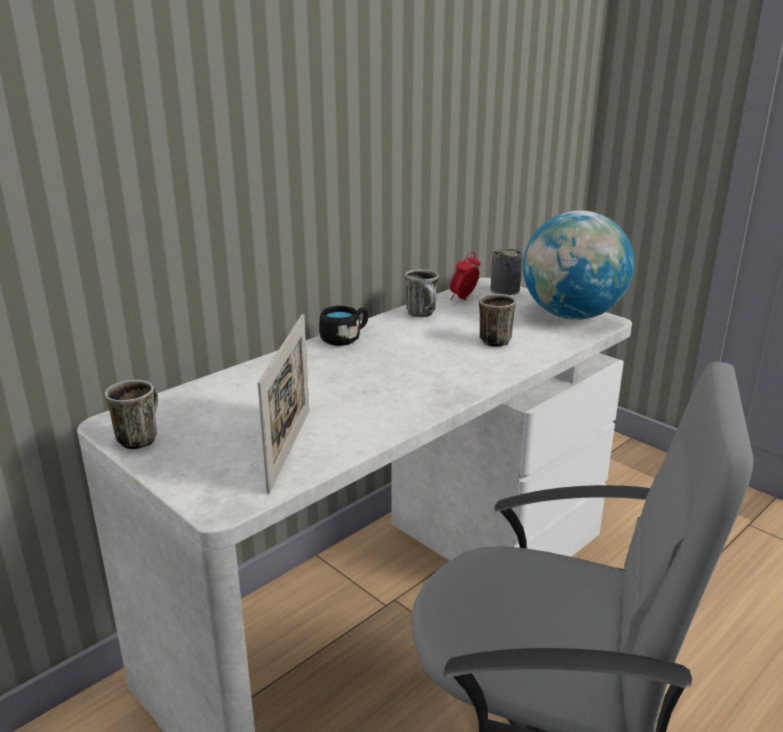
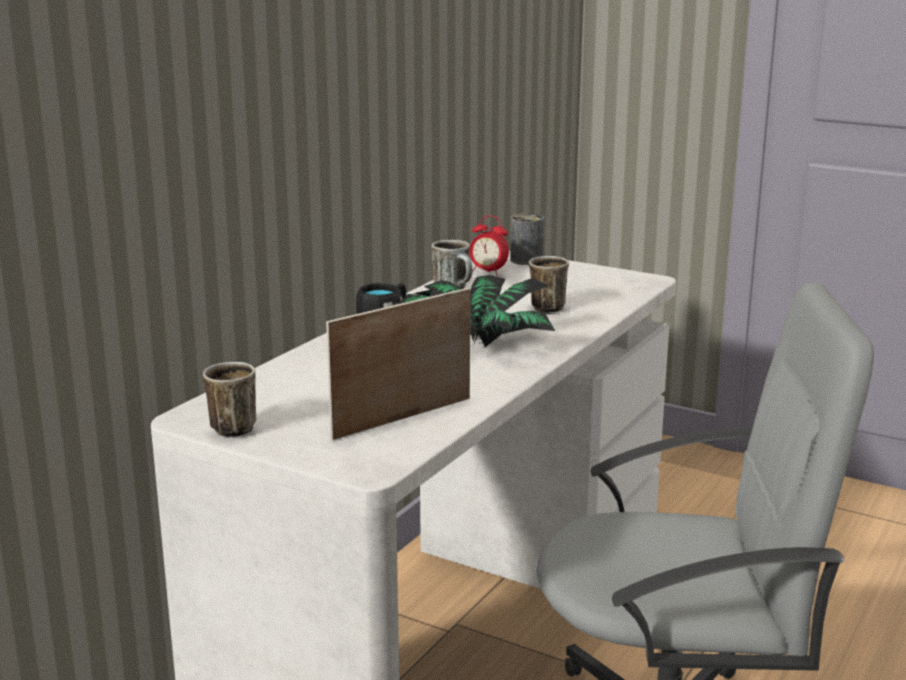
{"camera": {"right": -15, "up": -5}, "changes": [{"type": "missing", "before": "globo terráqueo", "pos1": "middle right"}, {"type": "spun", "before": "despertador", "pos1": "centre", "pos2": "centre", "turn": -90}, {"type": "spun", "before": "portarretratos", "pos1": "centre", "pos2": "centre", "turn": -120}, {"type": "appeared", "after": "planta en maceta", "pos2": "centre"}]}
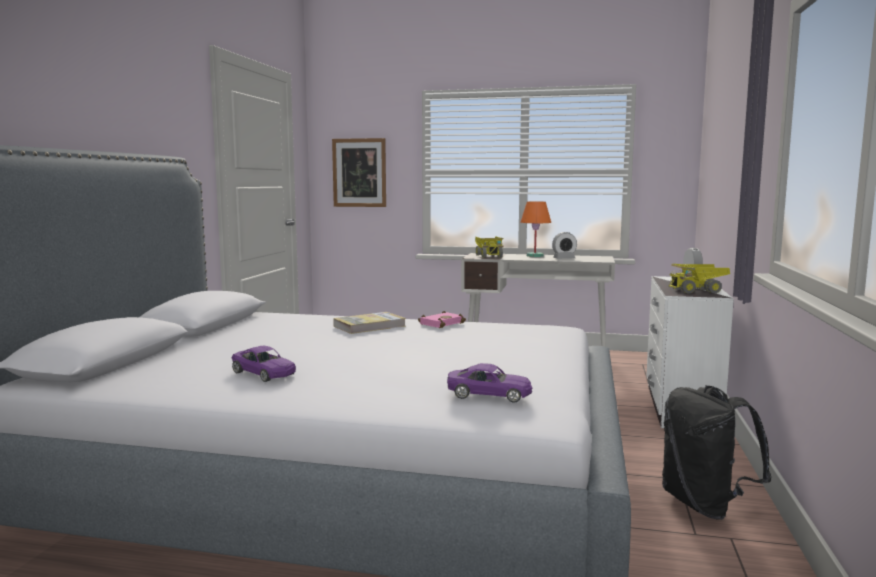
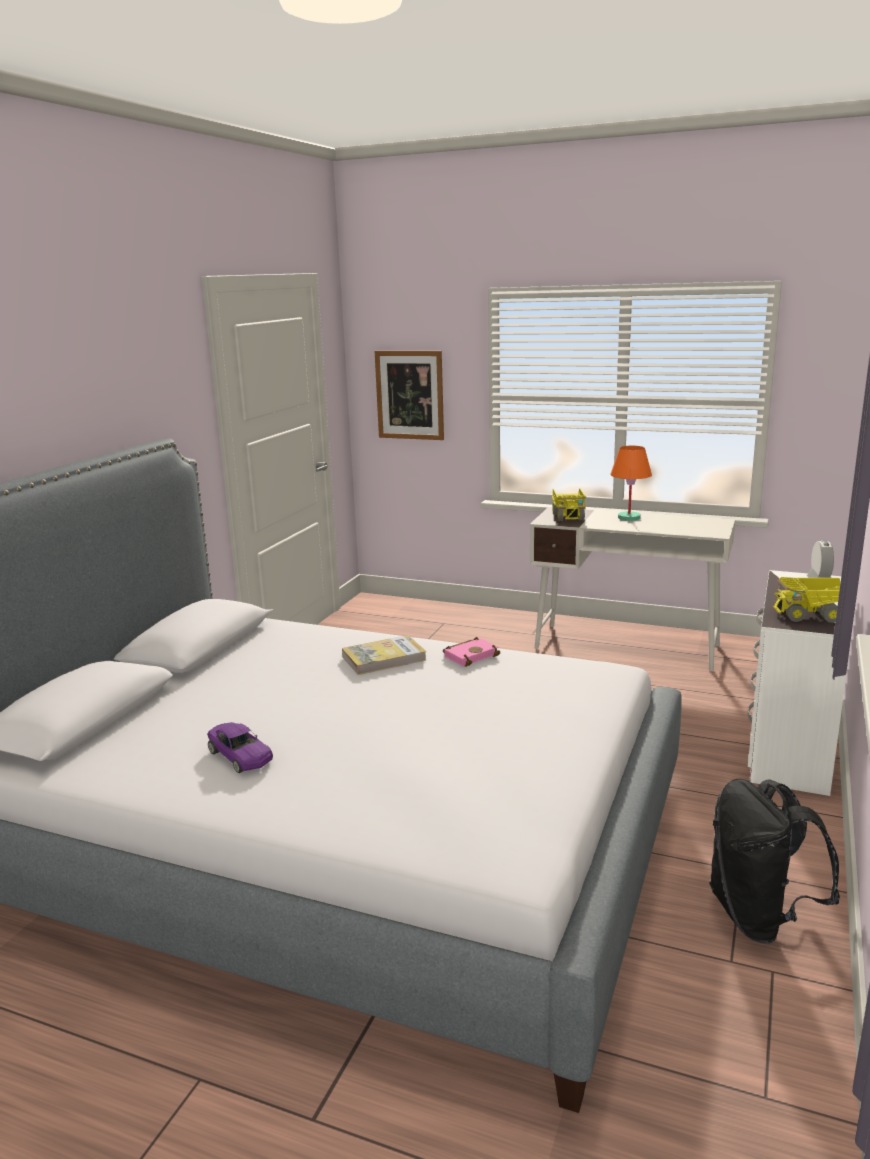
{"camera": {"right": 10, "up": 10}, "changes": [{"type": "missing", "before": "despertador (no. 1 from left)", "pos1": "centre"}, {"type": "missing", "before": "coche de juguete [morado] (no. 2 from left)", "pos1": "centre"}]}
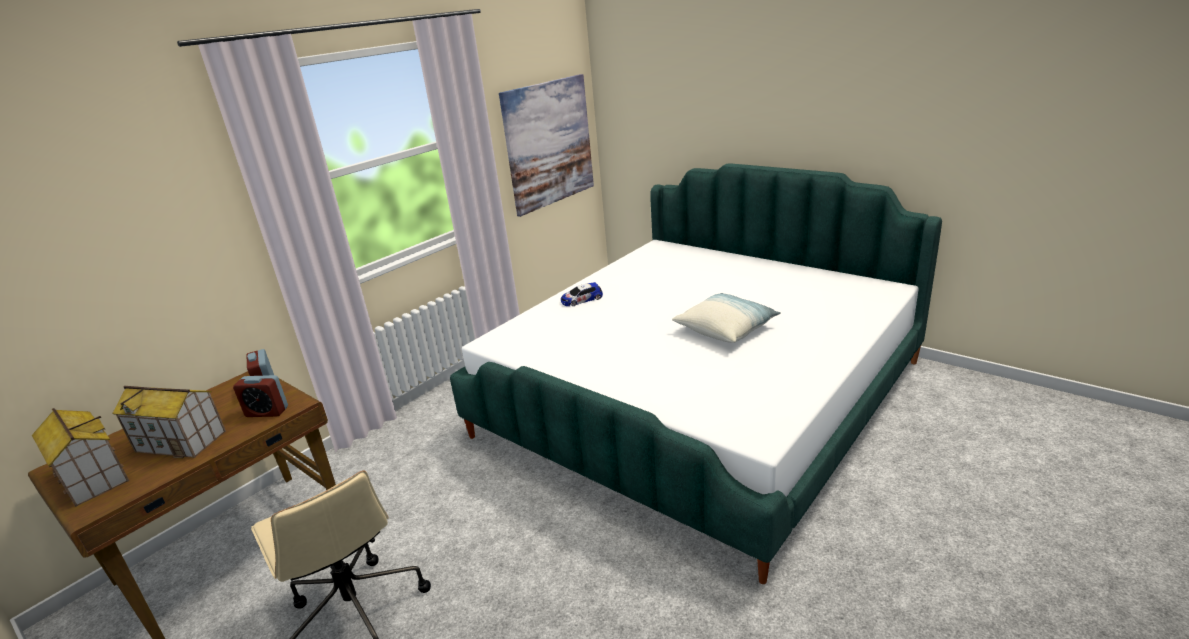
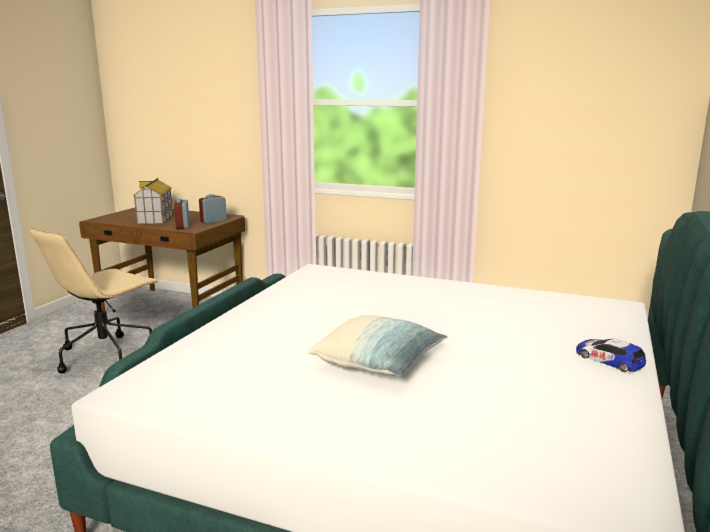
{"camera": {"right": 70, "up": -10}, "changes": [{"type": "missing", "before": "cuadro", "pos1": "top centre"}, {"type": "relocated", "before": "coche de juguete", "pos1": "centre", "pos2": "bottom right"}, {"type": "missing", "before": "casita (no. 1 from left)", "pos1": "bottom left"}]}
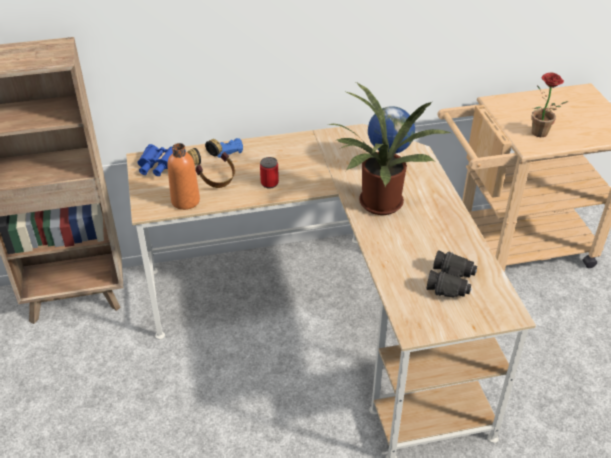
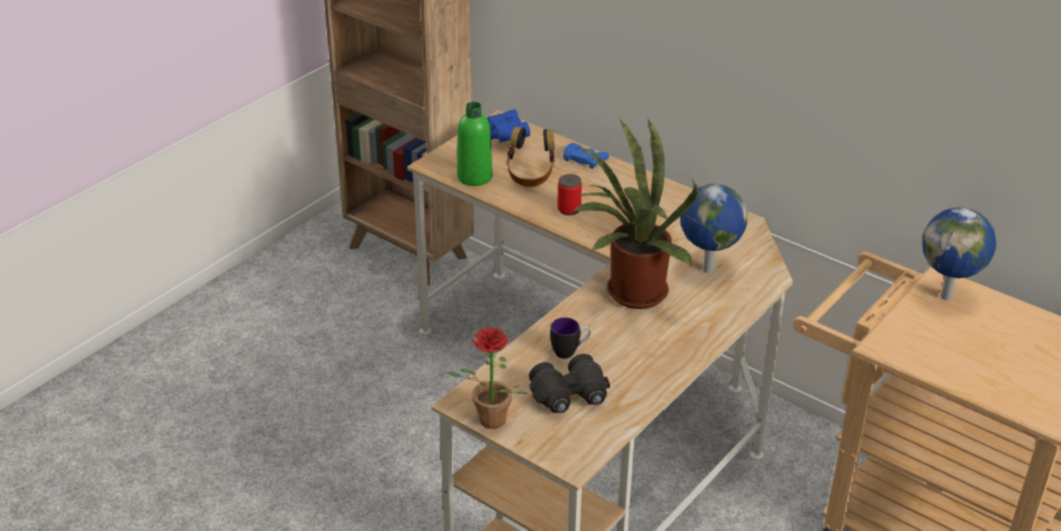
{"camera": {"right": 50, "up": -5}, "changes": [{"type": "relocated", "before": "planta en maceta (no. 2 from left in the first image)", "after": "planta en maceta (no. 1 from left)", "pos1": "top right", "pos2": "bottom centre"}, {"type": "colour", "before": "botella [naranja]", "after": "botella [verde]", "pos1": "middle left", "pos2": "top centre"}, {"type": "appeared", "after": "globo terráqueo (no. 2 from left)", "pos2": "middle right"}, {"type": "appeared", "after": "taza grande", "pos2": "centre"}]}
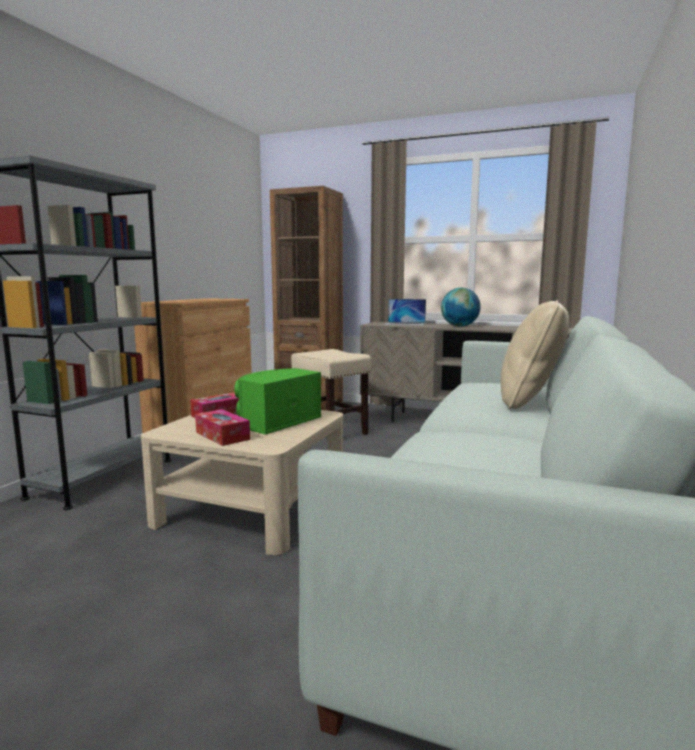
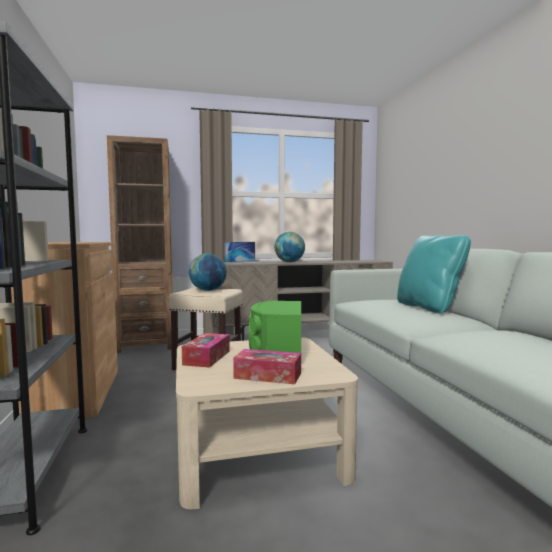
{"camera": {"right": -35, "up": -5}, "changes": [{"type": "colour", "before": "cojín [beis]", "after": "cojín [turquesa]", "pos1": "middle right", "pos2": "middle right"}, {"type": "appeared", "after": "globo terráqueo (no. 1 from left)", "pos2": "centre"}]}
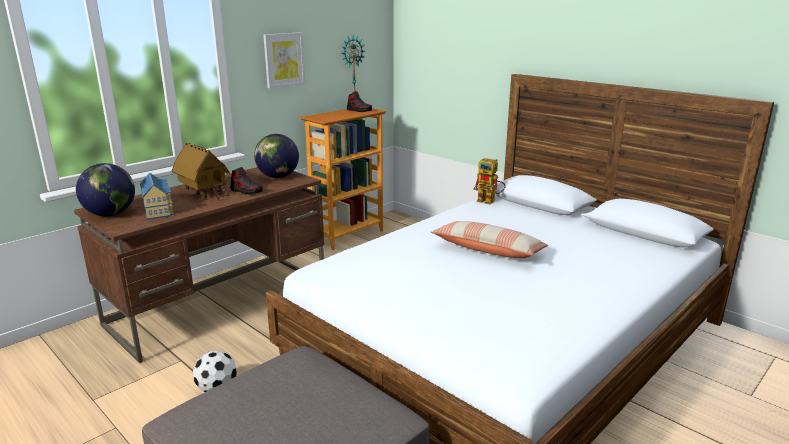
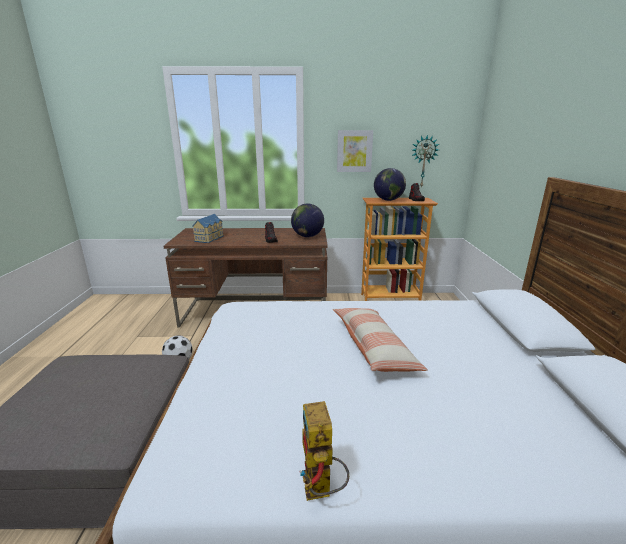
{"camera": {"right": 45, "up": 0}, "changes": [{"type": "missing", "before": "casita (no. 2 from left)", "pos1": "middle left"}, {"type": "relocated", "before": "robot de juguete", "pos1": "centre", "pos2": "bottom centre"}, {"type": "relocated", "before": "globo terráqueo (no. 1 from left in the first image)", "after": "globo terráqueo (no. 2 from left)", "pos1": "middle left", "pos2": "centre"}]}
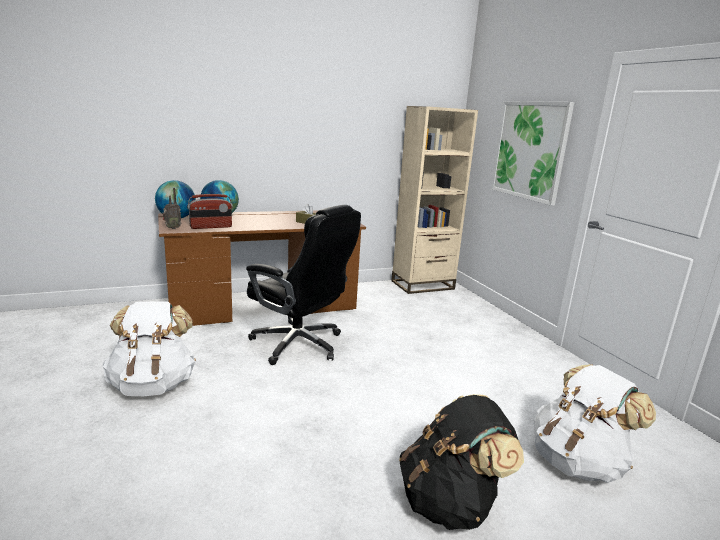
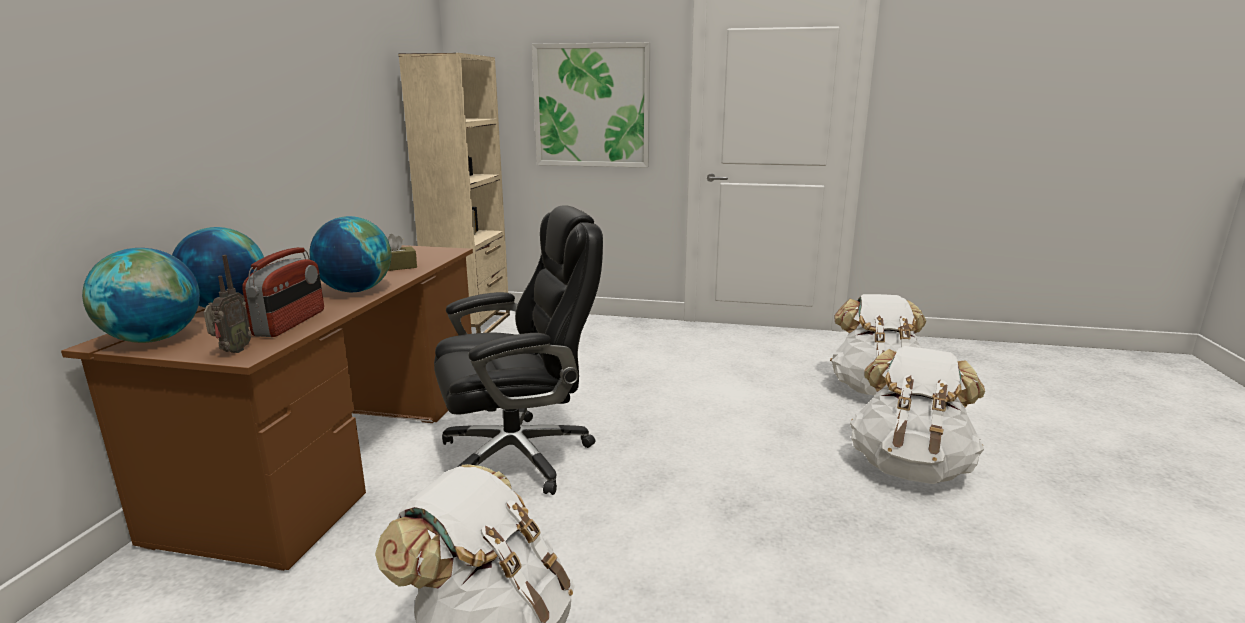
{"camera": {"right": -55, "up": 0}, "changes": [{"type": "colour", "before": "mochila [negro]", "after": "mochila [blanco] (no. 3 from left)", "pos1": "bottom centre", "pos2": "middle right"}, {"type": "appeared", "after": "globo terráqueo (no. 3 from left)", "pos2": "middle left"}]}
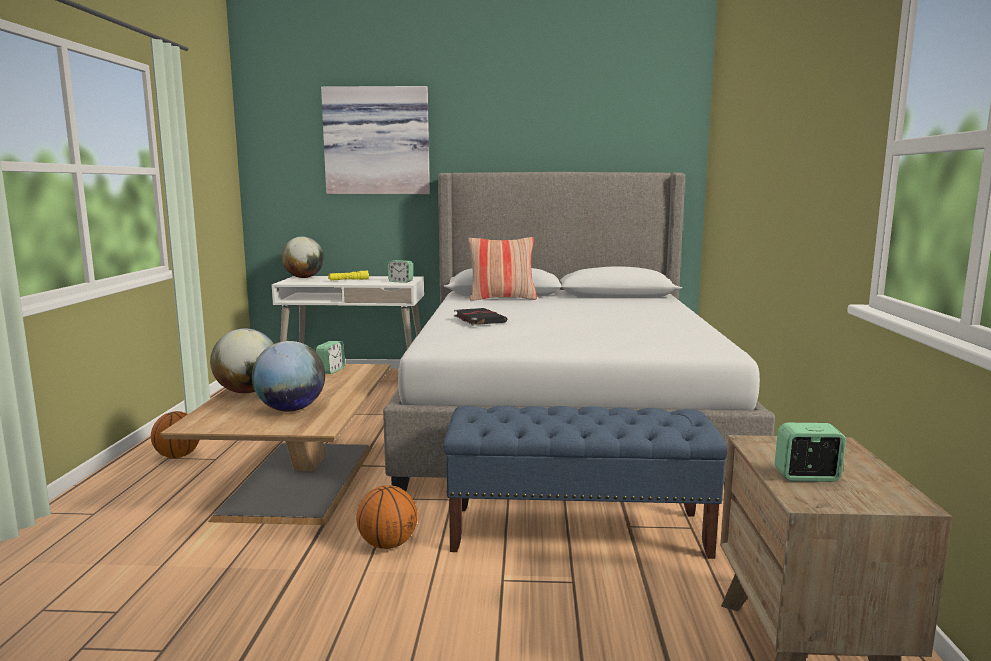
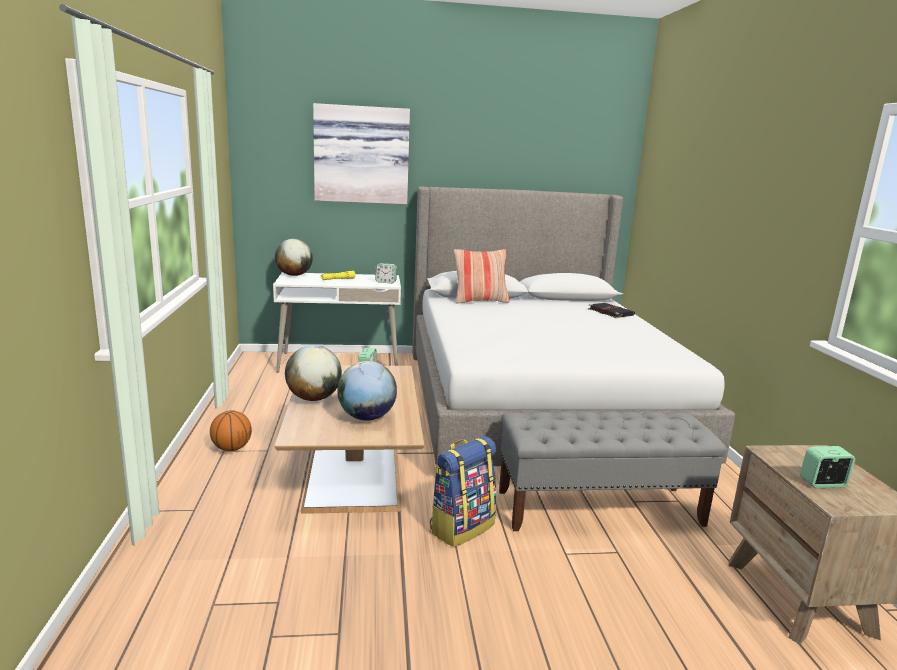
{"camera": {"right": -10, "up": 5}, "changes": [{"type": "relocated", "before": "libro [negro]", "pos1": "centre", "pos2": "middle right"}, {"type": "colour", "before": "banco [azul]", "after": "banco [gris]", "pos1": "bottom centre", "pos2": "bottom right"}, {"type": "exchanged", "before": "balón de baloncesto (no. 2 from left)", "after": "mochila", "pos1": "bottom centre", "pos2": "bottom centre"}]}
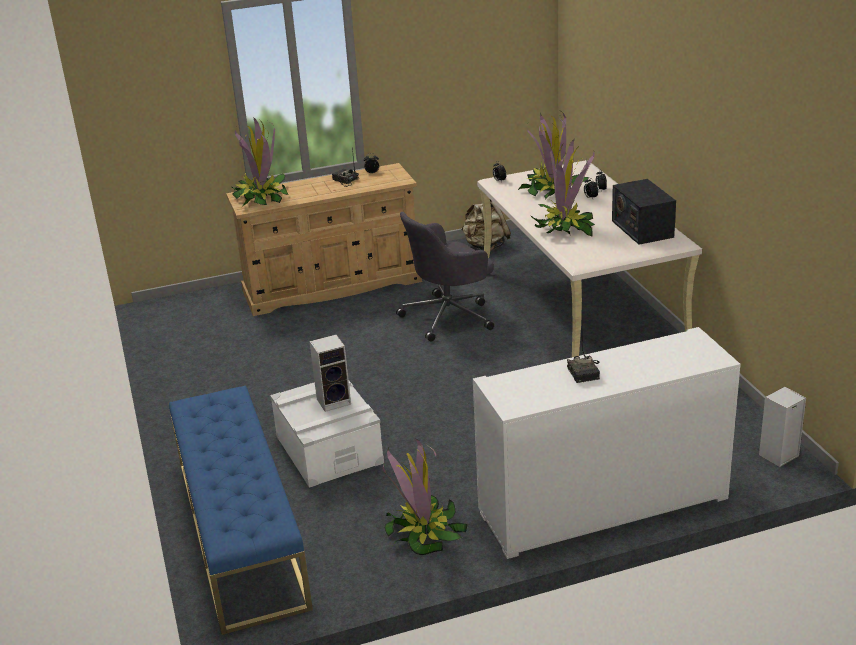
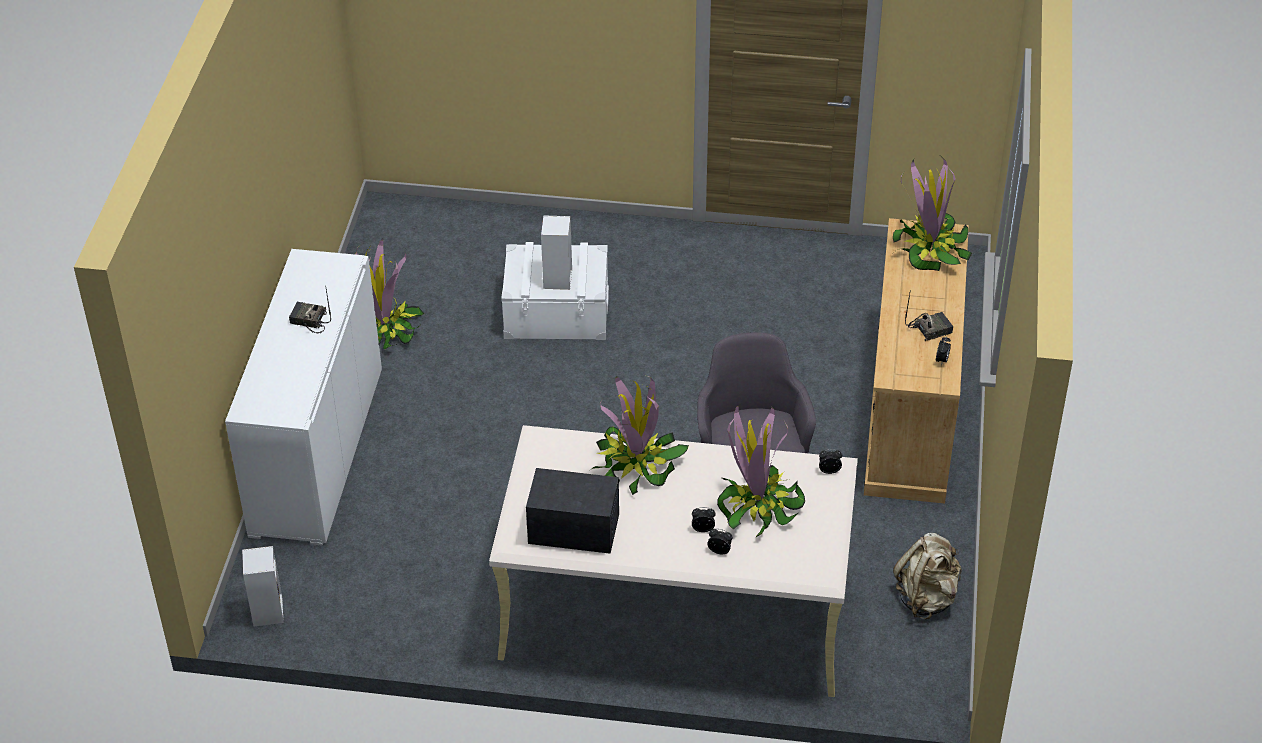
{"camera": {"right": 115, "up": 15}, "changes": [{"type": "missing", "before": "banco [azul]", "pos1": "bottom left"}]}
